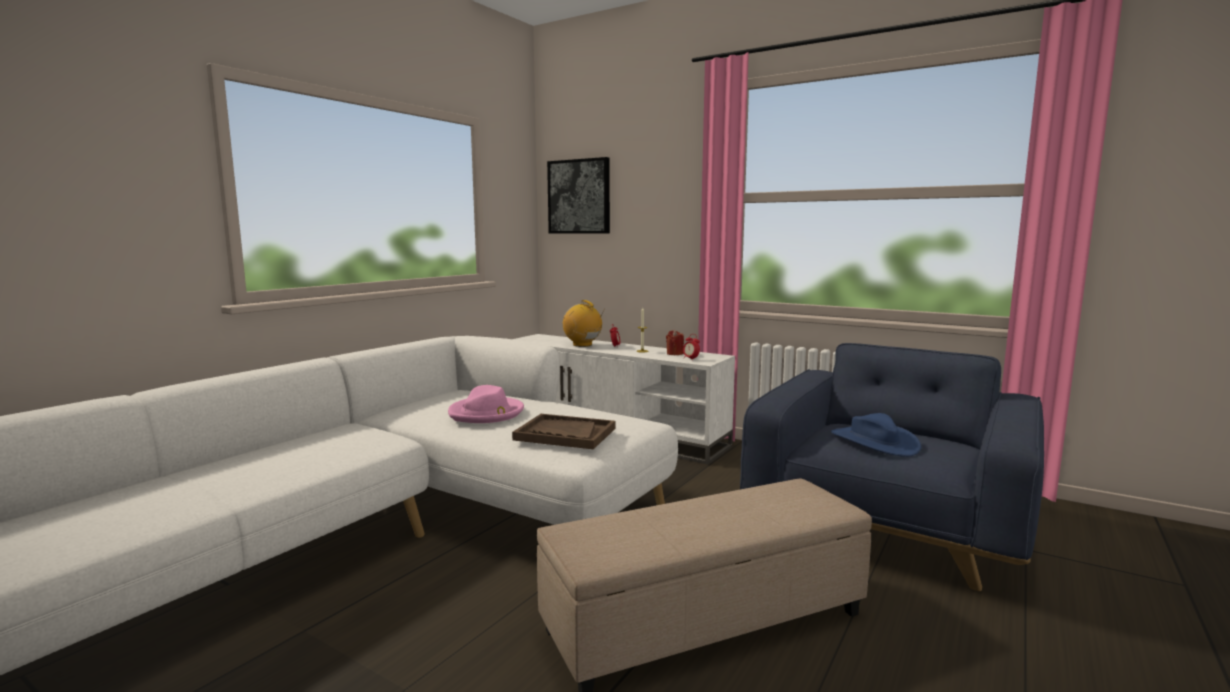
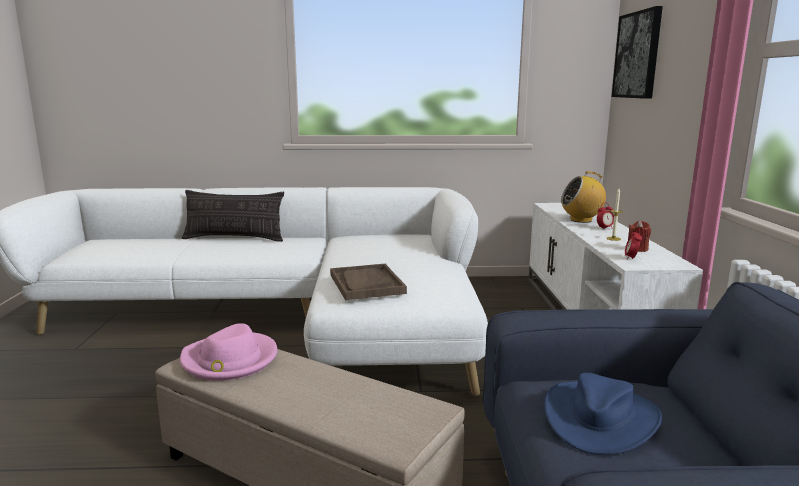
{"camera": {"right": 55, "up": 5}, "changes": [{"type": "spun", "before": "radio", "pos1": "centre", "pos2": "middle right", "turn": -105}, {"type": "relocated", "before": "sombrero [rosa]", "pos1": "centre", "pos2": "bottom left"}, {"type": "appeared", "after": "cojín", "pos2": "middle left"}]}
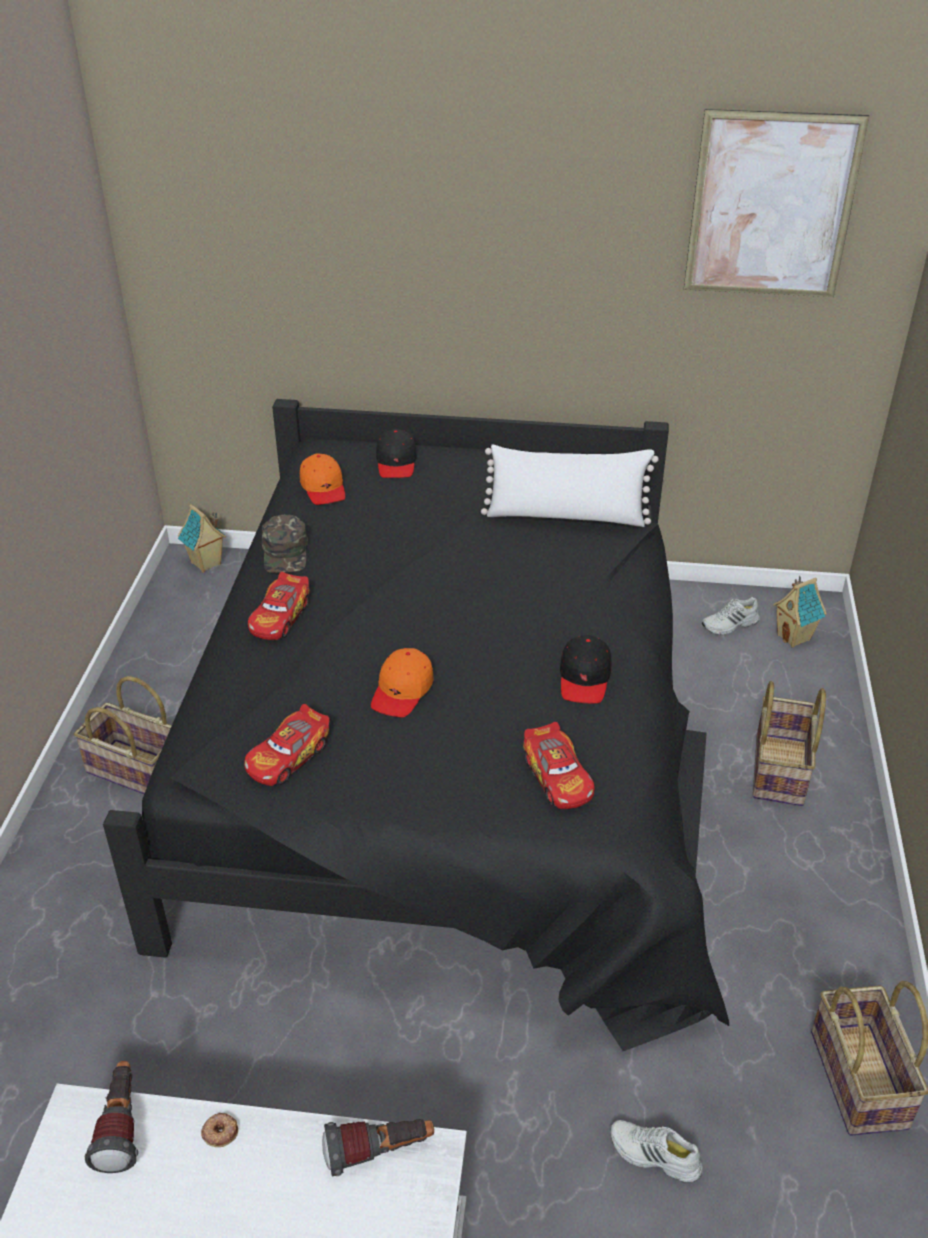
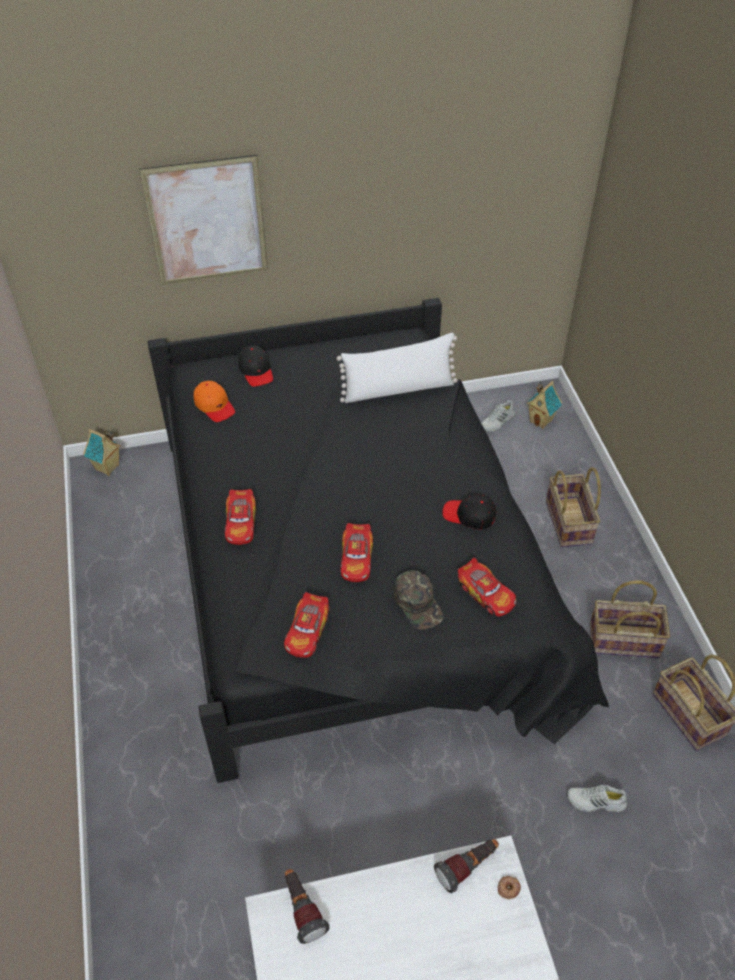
{"camera": {"right": -20, "up": 10}, "changes": [{"type": "relocated", "before": "cuadro", "pos1": "top right", "pos2": "top left"}, {"type": "relocated", "before": "gorra [verde]", "pos1": "middle left", "pos2": "centre"}, {"type": "spun", "before": "gorra [negro] (no. 2 from left)", "pos1": "centre", "pos2": "centre", "turn": 120}, {"type": "exchanged", "before": "gorra [naranja] (no. 2 from left)", "after": "coche de juguete (no. 3 from left)", "pos1": "centre", "pos2": "centre"}, {"type": "relocated", "before": "cesta (no. 1 from left in the first image)", "after": "cesta (no. 2 from left)", "pos1": "middle left", "pos2": "middle right"}, {"type": "relocated", "before": "rosquilla", "pos1": "bottom left", "pos2": "bottom right"}]}
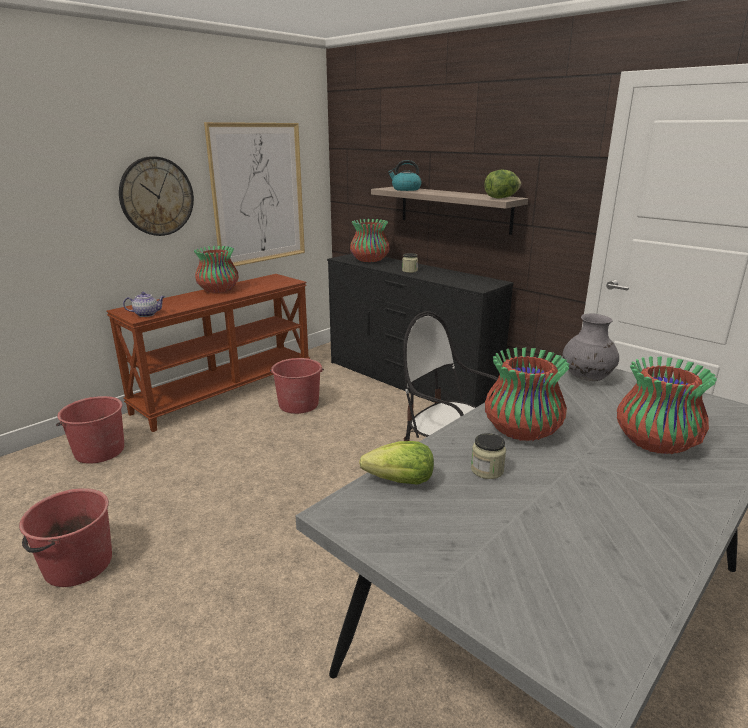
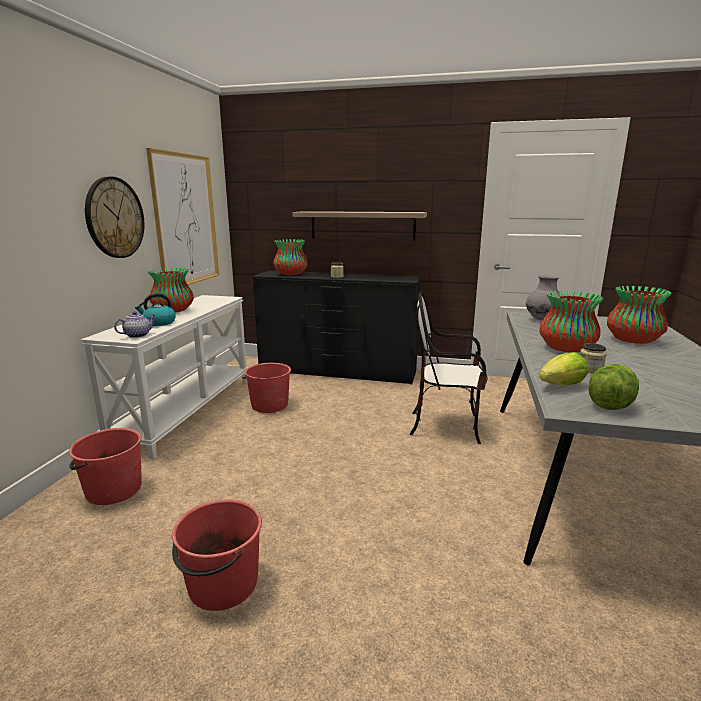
{"camera": {"right": -30, "up": -5}, "changes": [{"type": "relocated", "before": "hervidor", "pos1": "top centre", "pos2": "middle left"}, {"type": "relocated", "before": "lechuga (no. 2 from left)", "pos1": "top right", "pos2": "middle right"}, {"type": "colour", "before": "mesa consola [marrón]", "after": "mesa consola [blanco]", "pos1": "middle left", "pos2": "middle left"}]}
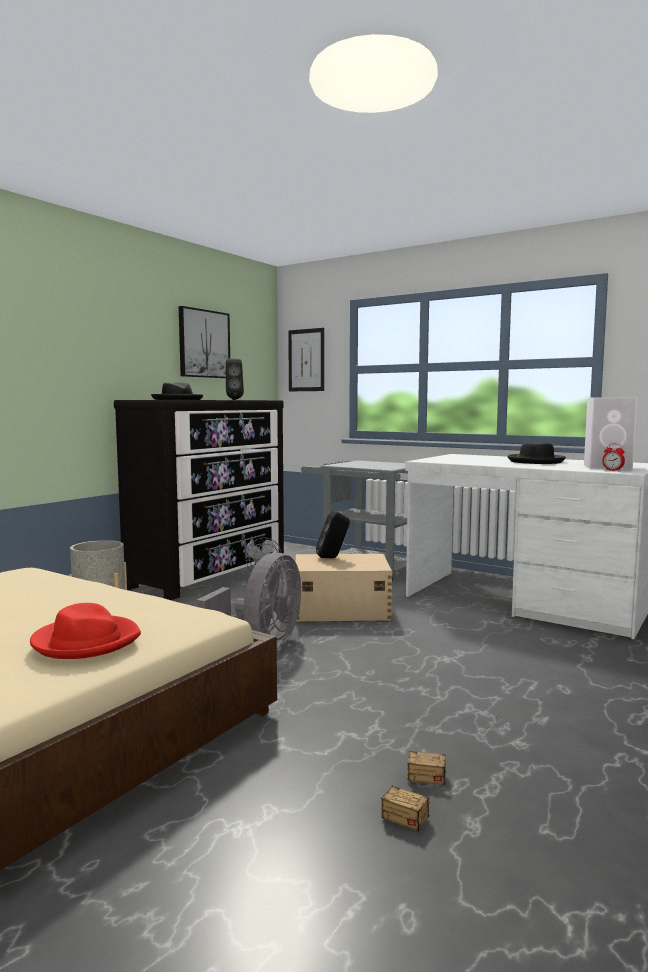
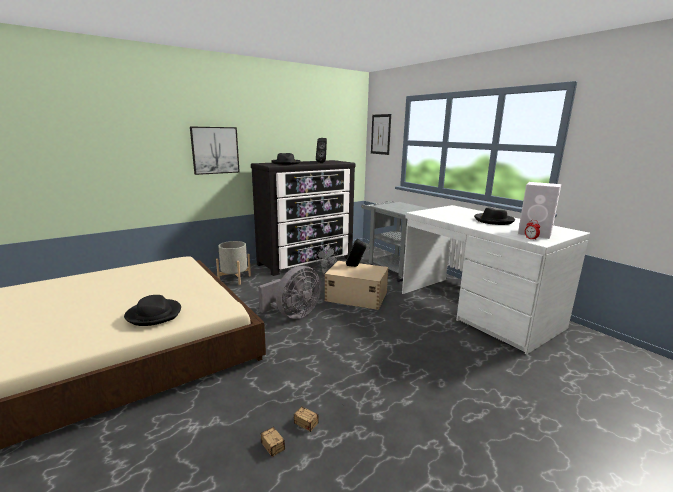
{"camera": {"right": 20, "up": 10}, "changes": [{"type": "relocated", "before": "cuadro (no. 1 from left)", "pos1": "middle left", "pos2": "top left"}, {"type": "colour", "before": "sombrero [rojo]", "after": "sombrero [negro] (no. 1 from left)", "pos1": "middle left", "pos2": "middle left"}]}
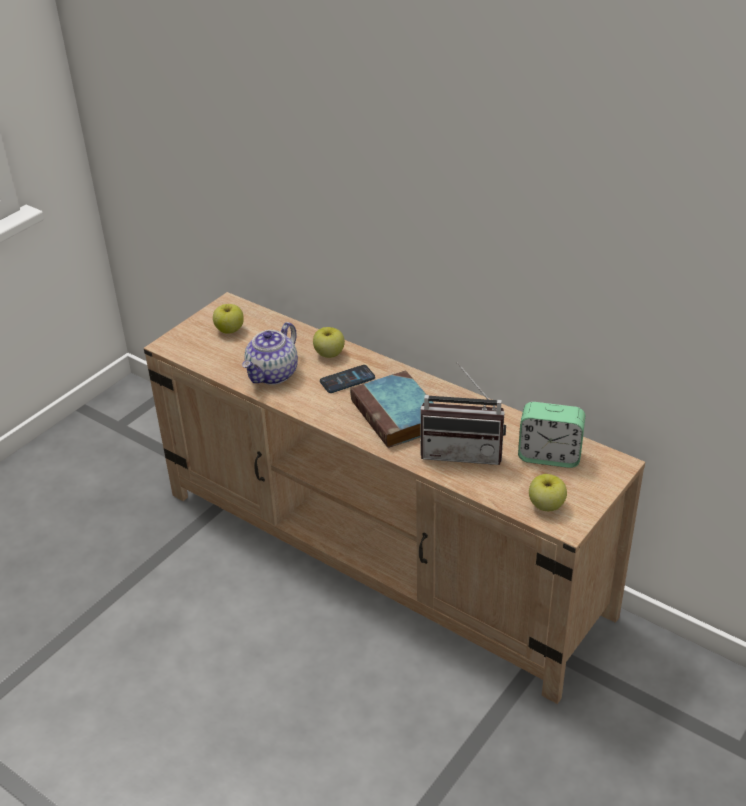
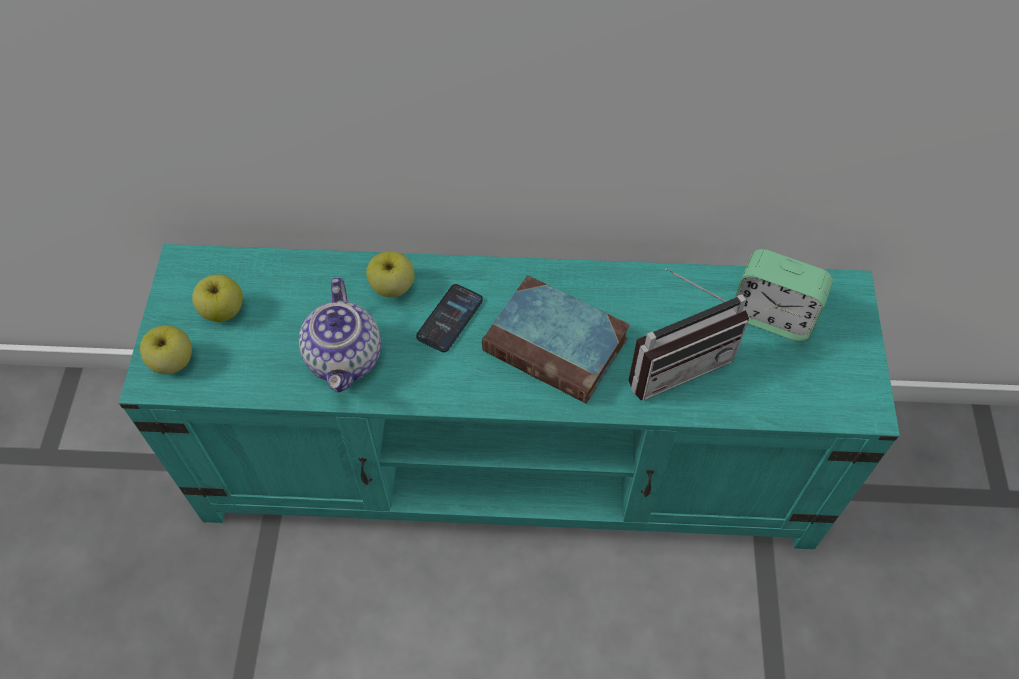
{"camera": {"right": -35, "up": 20}, "changes": [{"type": "colour", "before": "mueble de televisión [beis]", "after": "mueble de televisión [turquesa]", "pos1": "centre", "pos2": "centre"}, {"type": "spun", "before": "despertador", "pos1": "middle right", "pos2": "middle right", "turn": 45}, {"type": "relocated", "before": "manzana (no. 3 from left in the first image)", "after": "manzana (no. 1 from left)", "pos1": "middle right", "pos2": "middle left"}]}
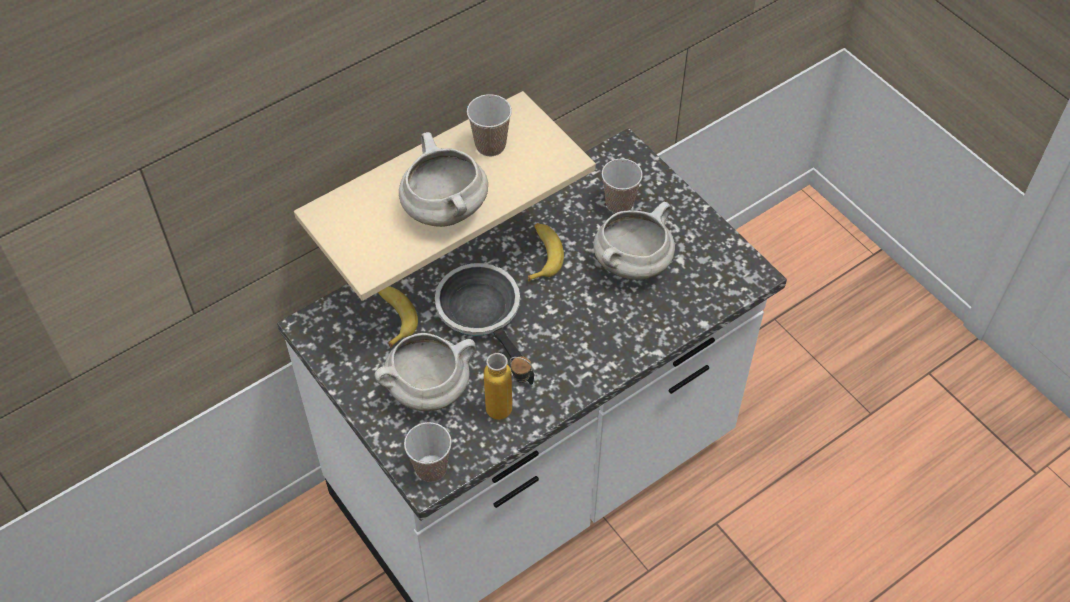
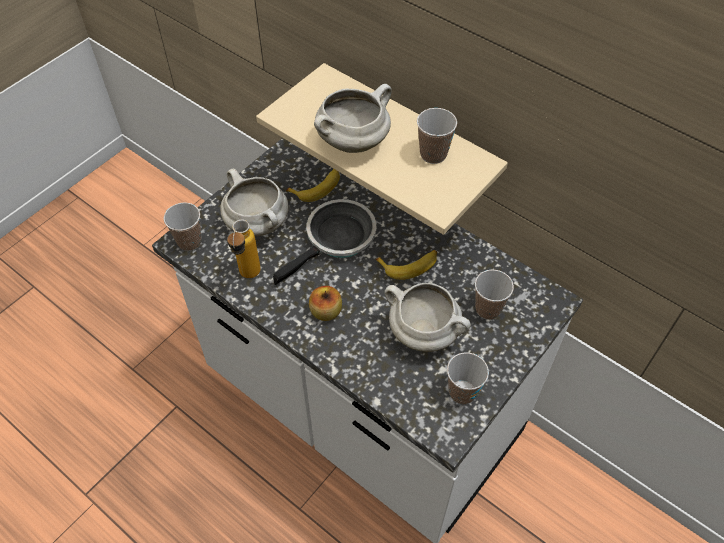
{"camera": {"right": 75, "up": 0}, "changes": [{"type": "appeared", "after": "manzana", "pos2": "centre"}, {"type": "appeared", "after": "taza (no. 3 from left)", "pos2": "bottom centre"}]}
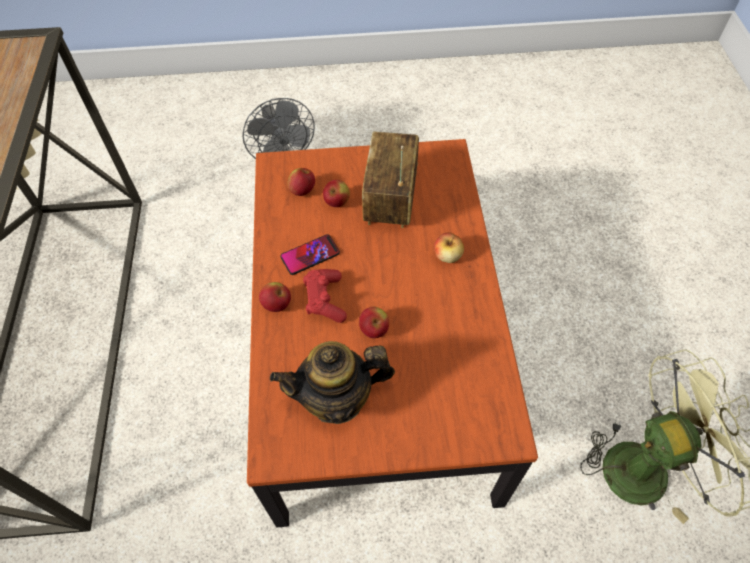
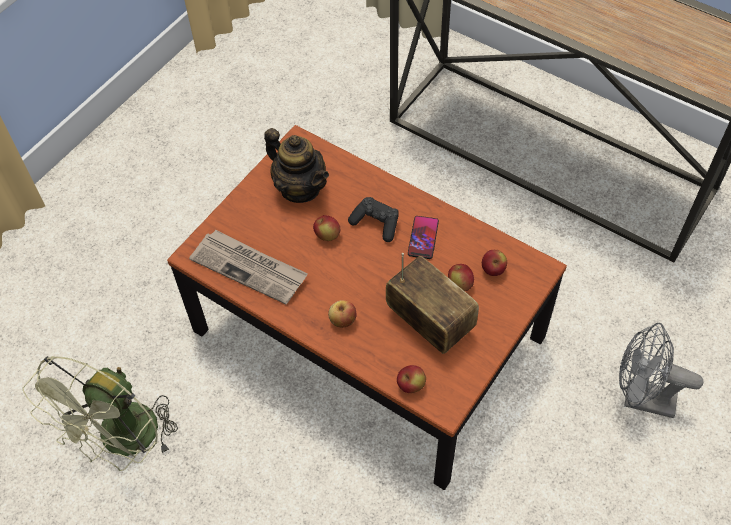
{"camera": {"right": 130, "up": 0}, "changes": [{"type": "colour", "before": "mando de consola [rojo]", "after": "mando de consola [negro]", "pos1": "centre", "pos2": "centre"}, {"type": "relocated", "before": "manzana (no. 1 from left in the first image)", "after": "manzana (no. 3 from left)", "pos1": "centre", "pos2": "bottom centre"}, {"type": "spun", "before": "tetera", "pos1": "bottom centre", "pos2": "top centre", "turn": 105}, {"type": "appeared", "after": "periódico", "pos2": "centre"}]}
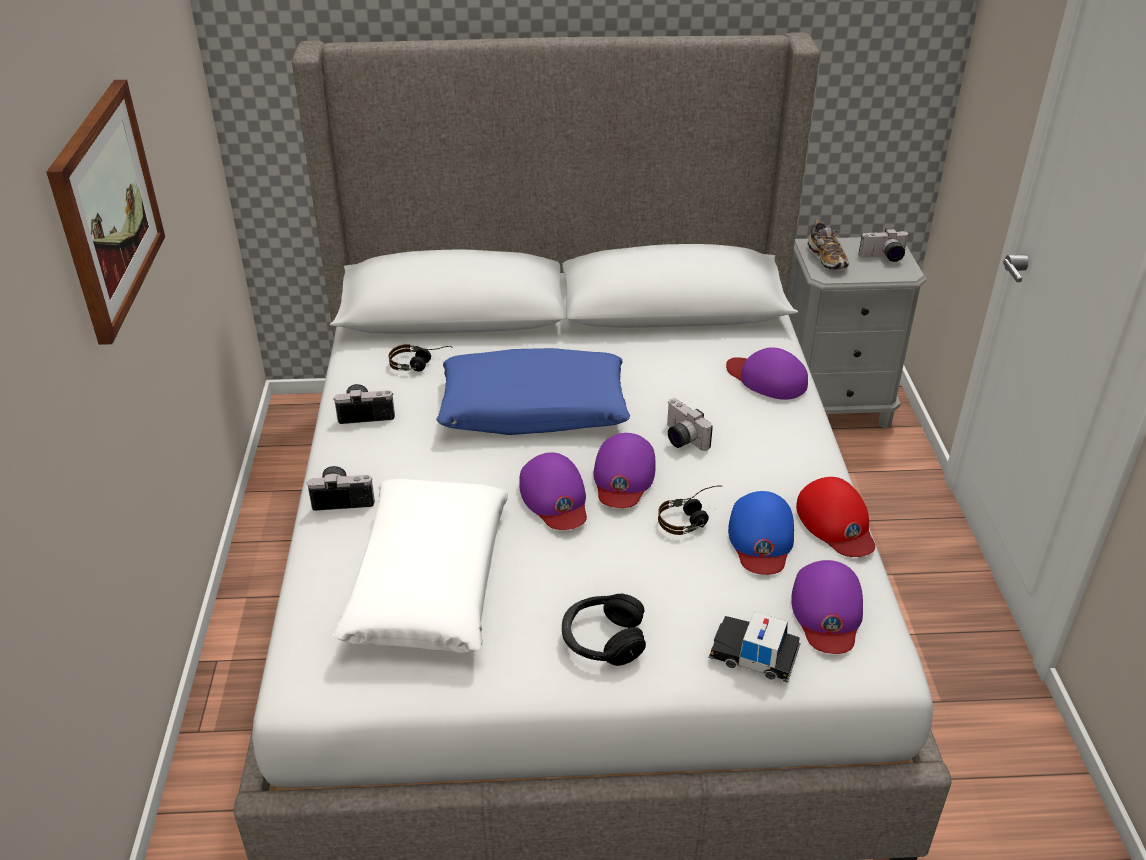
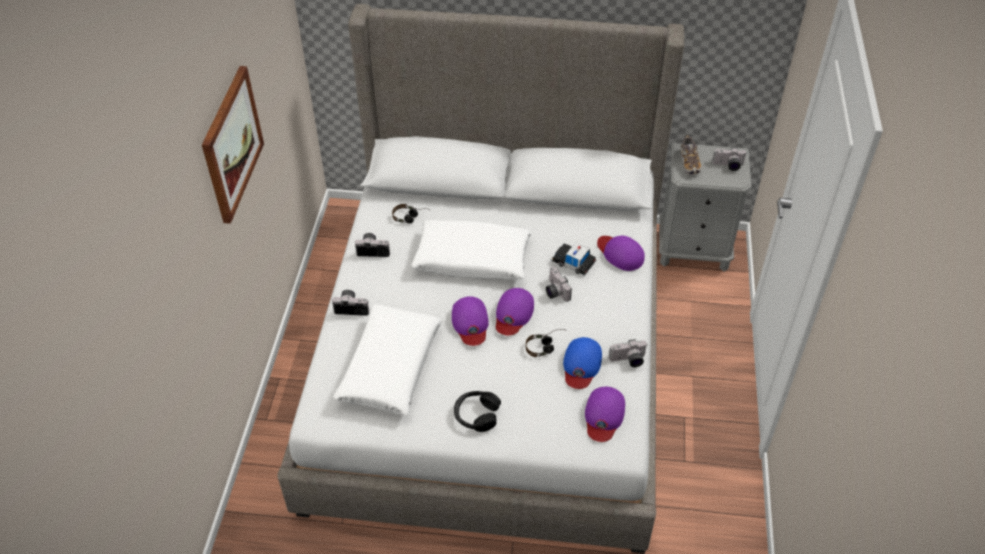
{"camera": {"right": 10, "up": 10}, "changes": [{"type": "colour", "before": "cojín [azul]", "after": "cojín [blanco] (no. 2 from left)", "pos1": "centre", "pos2": "centre"}, {"type": "exchanged", "before": "gorra [rojo]", "after": "cámara (no. 4 from left)", "pos1": "middle right", "pos2": "centre"}, {"type": "relocated", "before": "coche de juguete", "pos1": "bottom centre", "pos2": "centre"}]}
